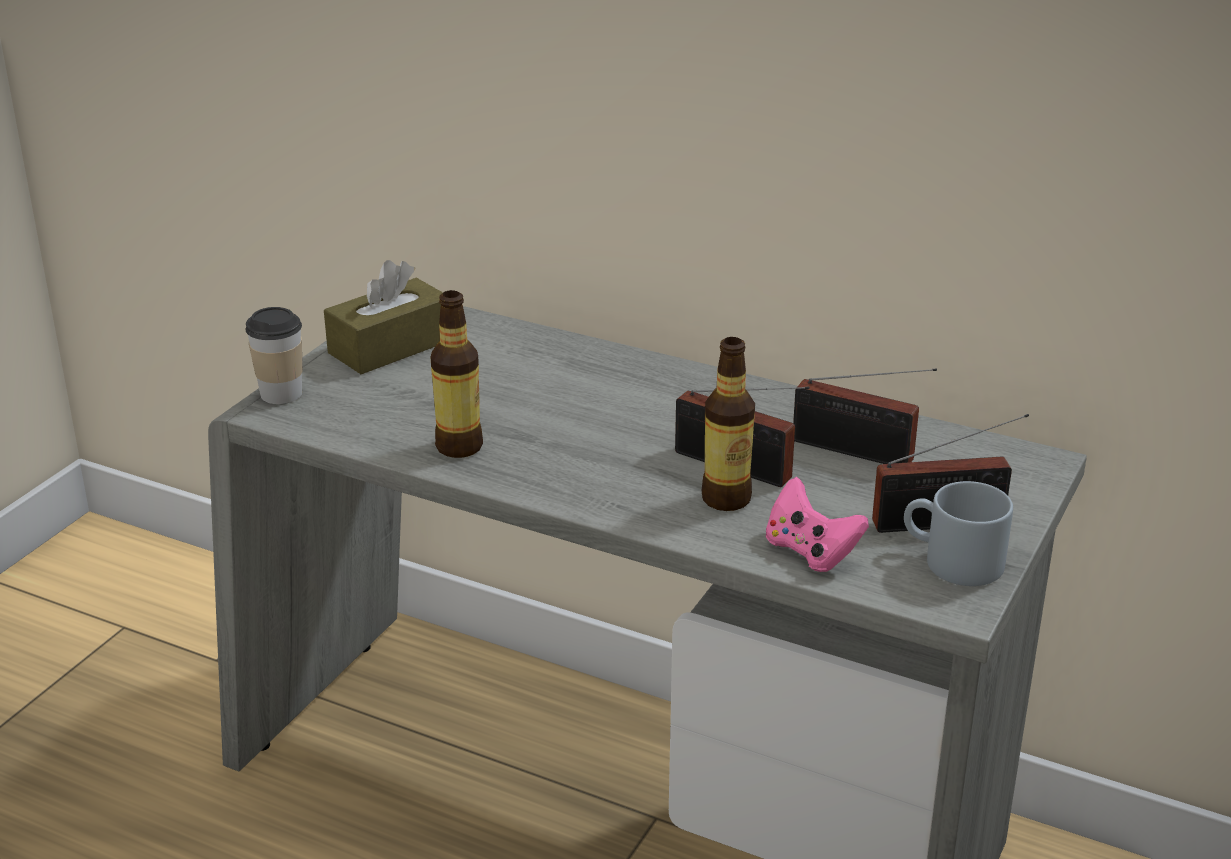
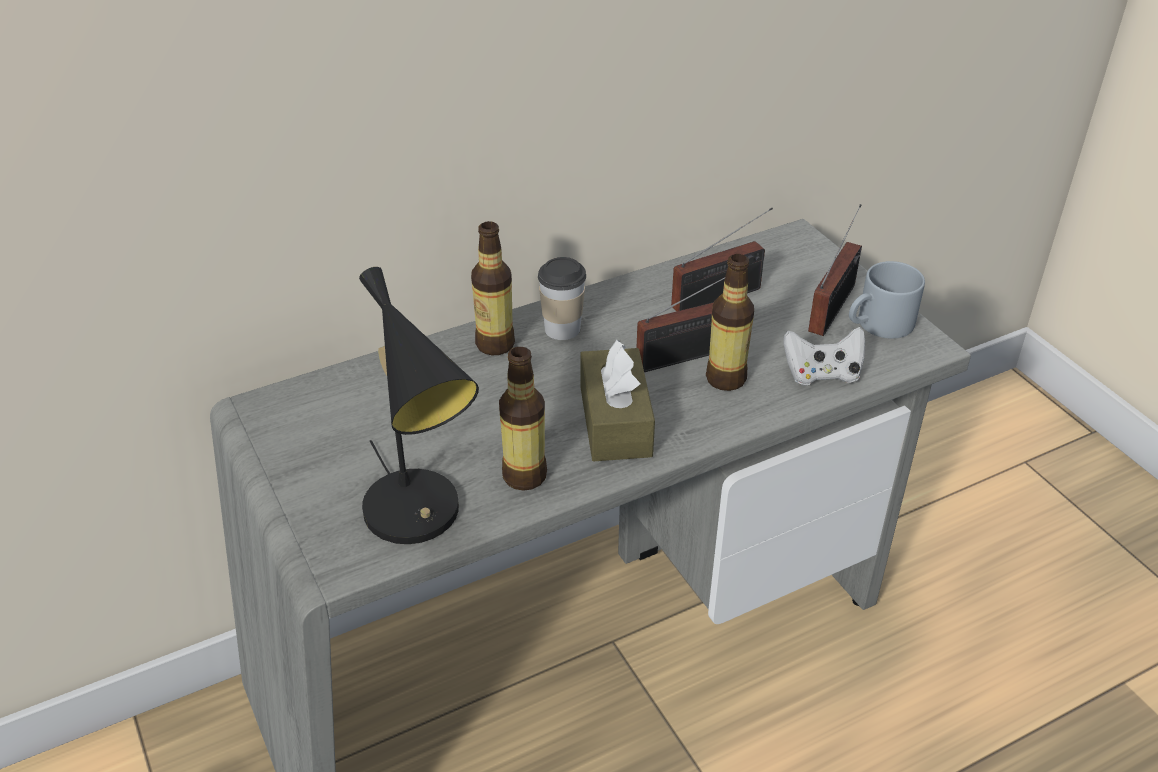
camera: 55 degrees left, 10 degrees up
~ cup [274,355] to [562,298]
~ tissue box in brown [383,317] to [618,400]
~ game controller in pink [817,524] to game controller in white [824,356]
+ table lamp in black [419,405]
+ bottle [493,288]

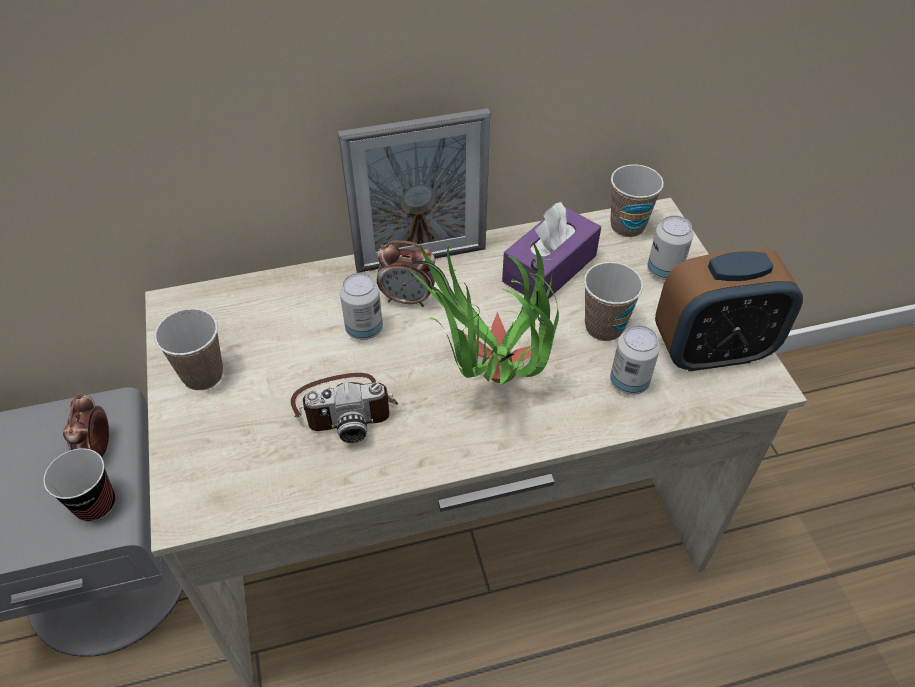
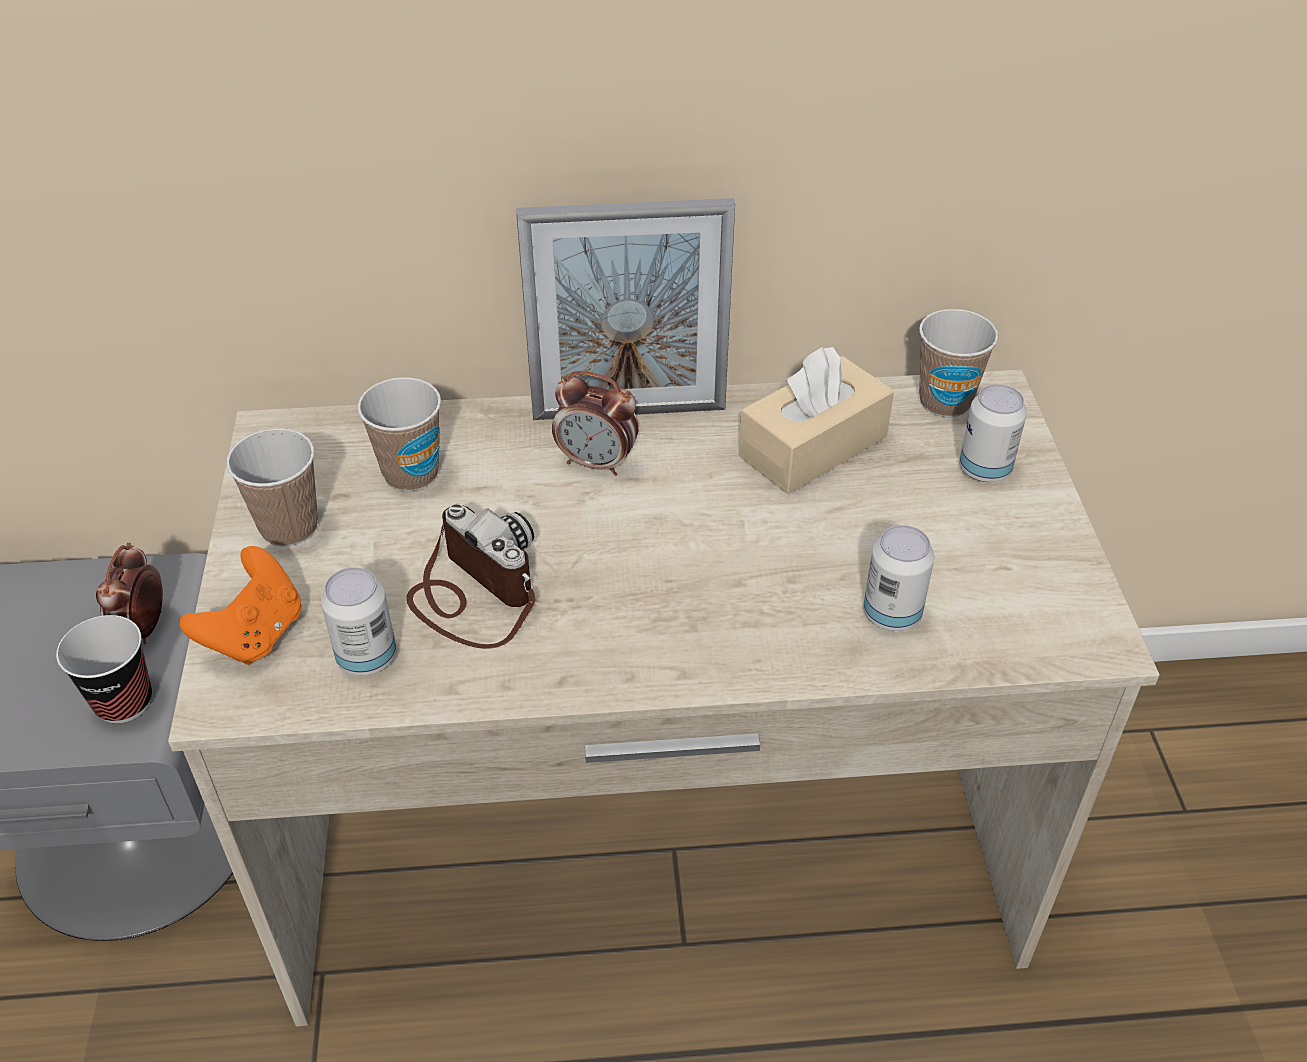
camera: 10 degrees right, 5 degrees down
~ photo camera [344,408] = [471,576] 135 degrees counterclockwise
~ can [361,306] to [358,621]
- potted plant [484,313]
~ tissue box in purple [551,250] to tissue box in beige [816,420]
~ cup [613,301] to [399,434]
- alarm clock [729,310]
+ game controller in orange [240,605]

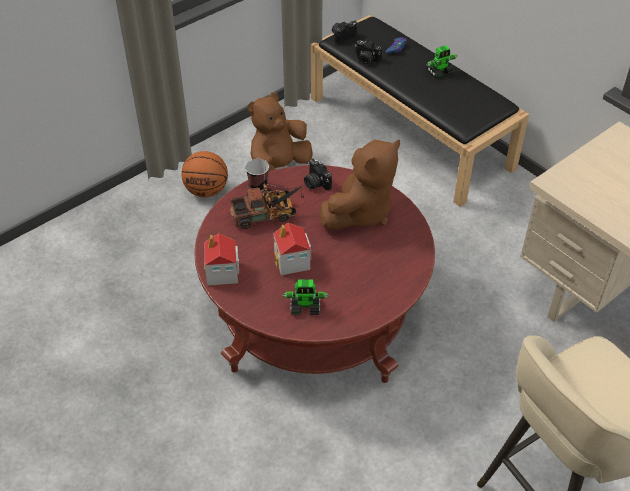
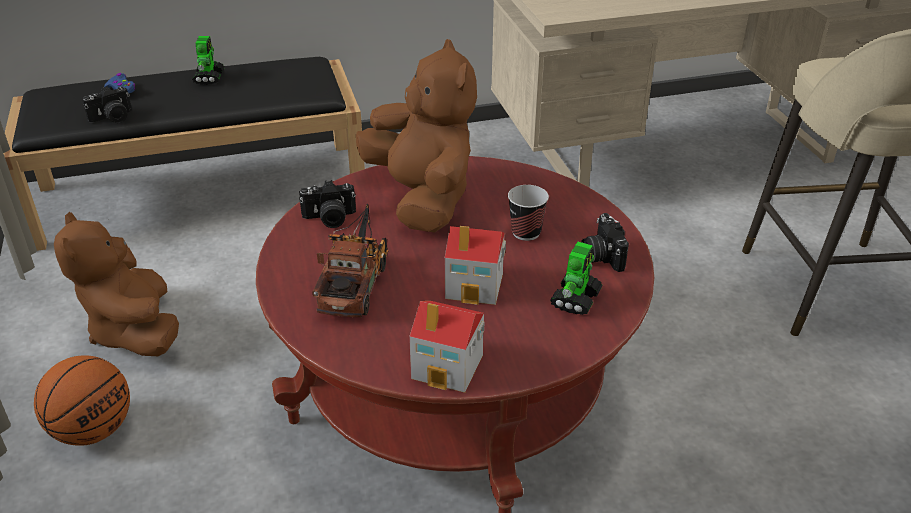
camera: 65 degrees left, 10 degrees down
~ cup [257,175] to [528,213]
~ photo camera [344,32] to [605,242]

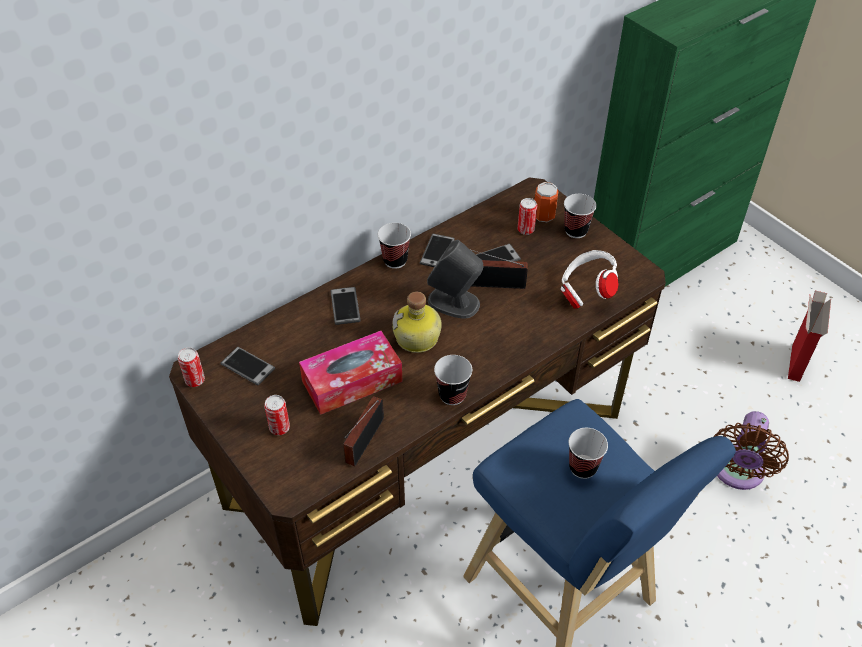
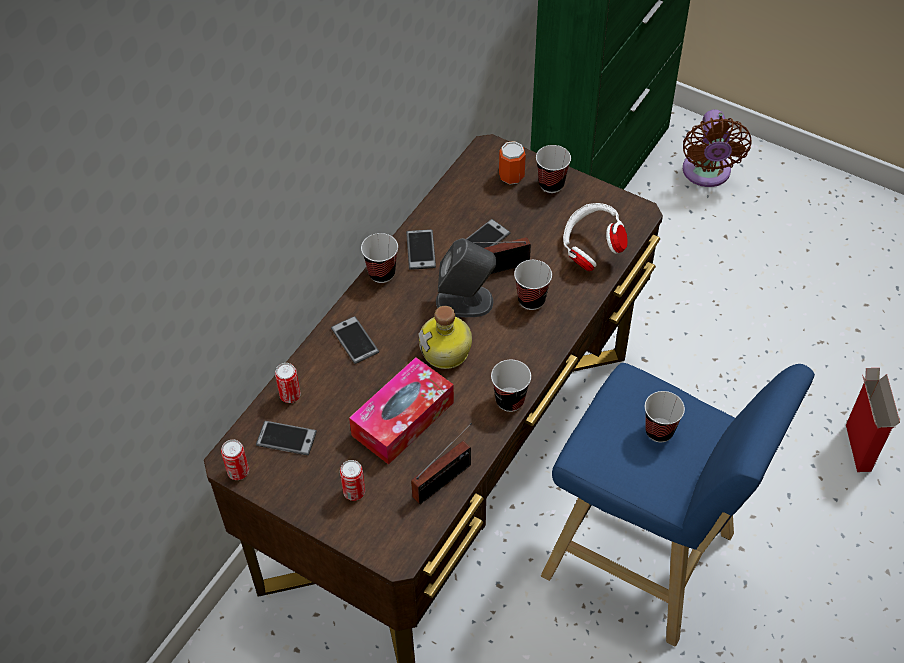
camera: 20 degrees left, 5 degrees up
~ radio [363,431] = [441,463] 135 degrees counterclockwise
~ can [527,216] to [288,383]
~ fan in brown [751,450] to [717,148]
~ cardboard box [809,336] to [873,420]
+ cup [533,285]

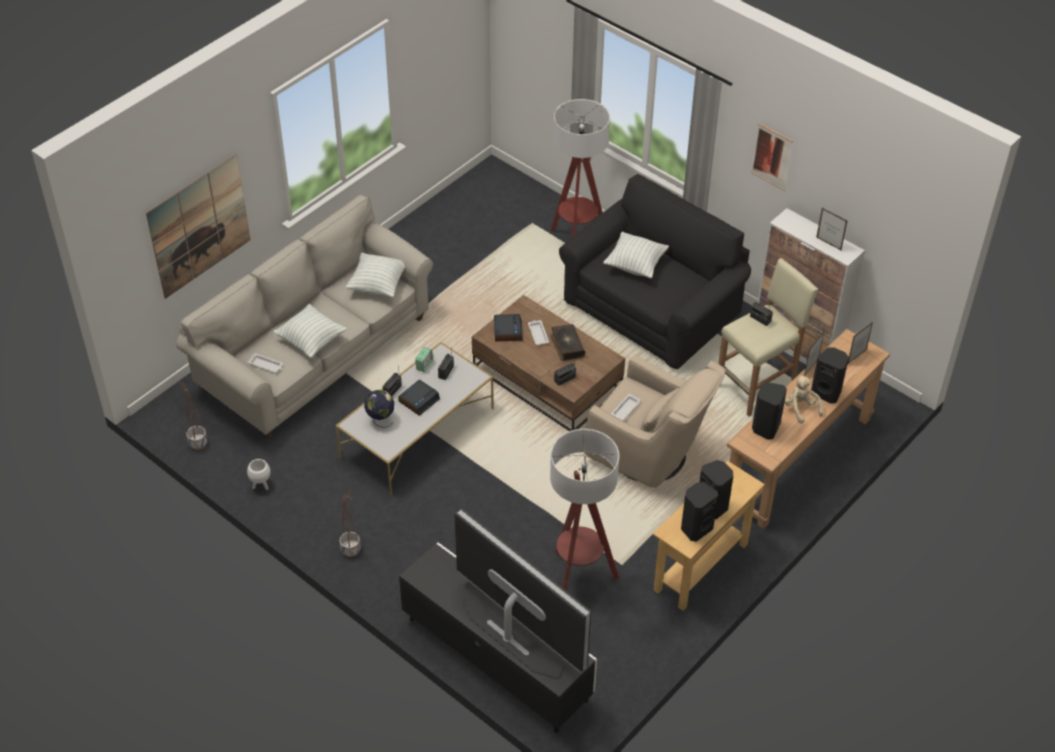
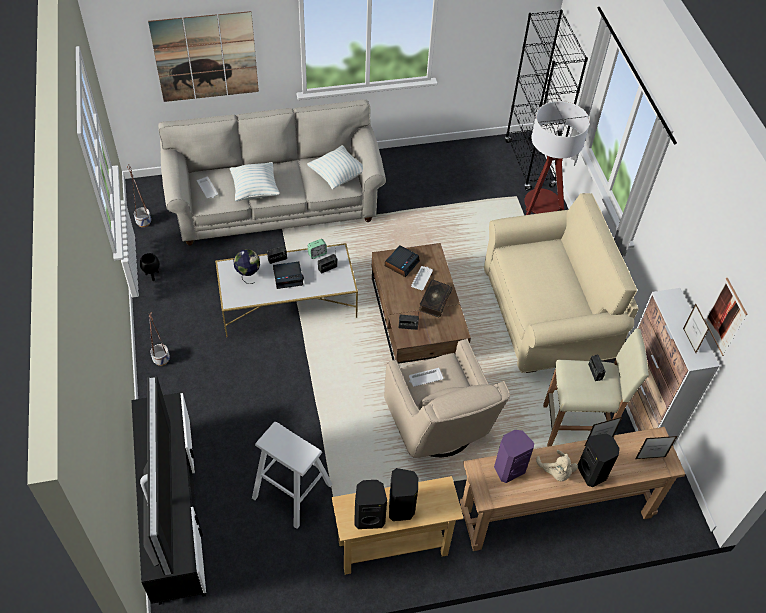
camera: 35 degrees right, 5 degrees up
~ planter in white [259,474] to planter in black [150,267]
~ floor lamp [584,510] to stool in white [292,475]
~ sofa in black [655,272] to sofa in beige [561,283]
- pillow [636,255]
~ picture [772,157] to [726,317]
~ speaker in black [769,411] to speaker in purple [514,456]
~ plush toy in beige [803,399] = [557,465] 150 degrees clockwise
+ bookcase in black [546,100]

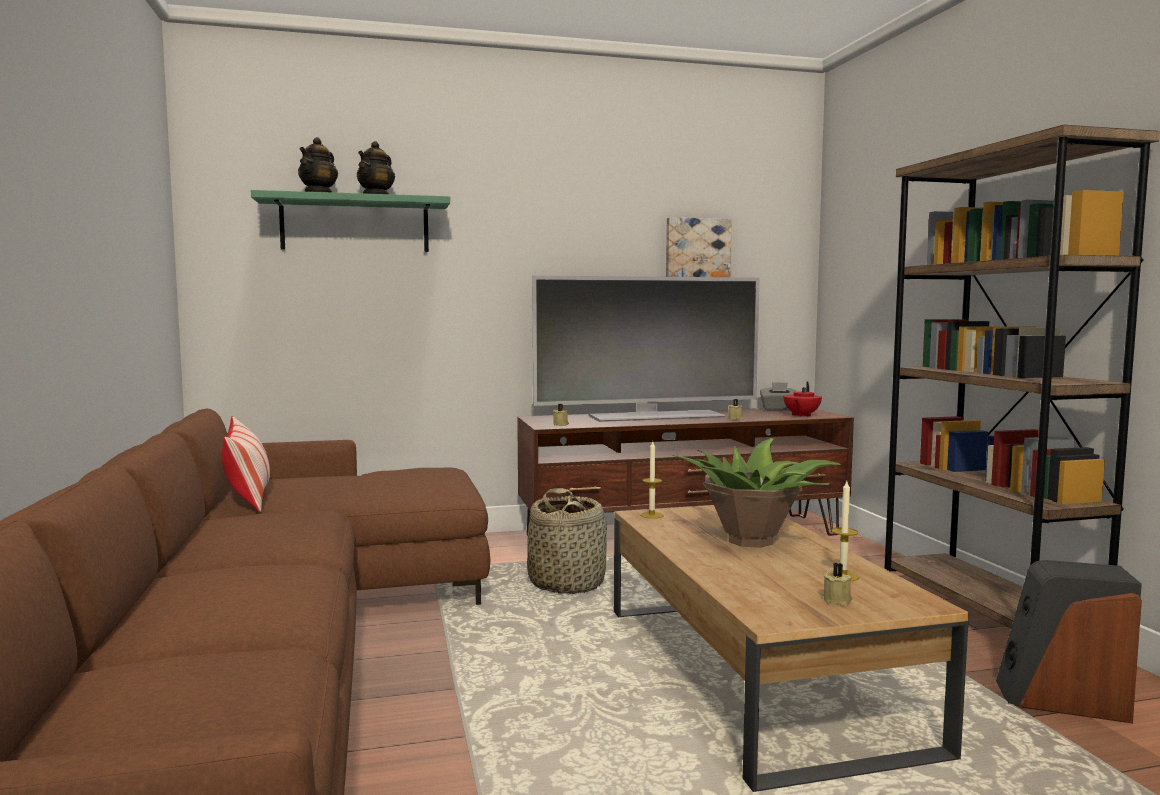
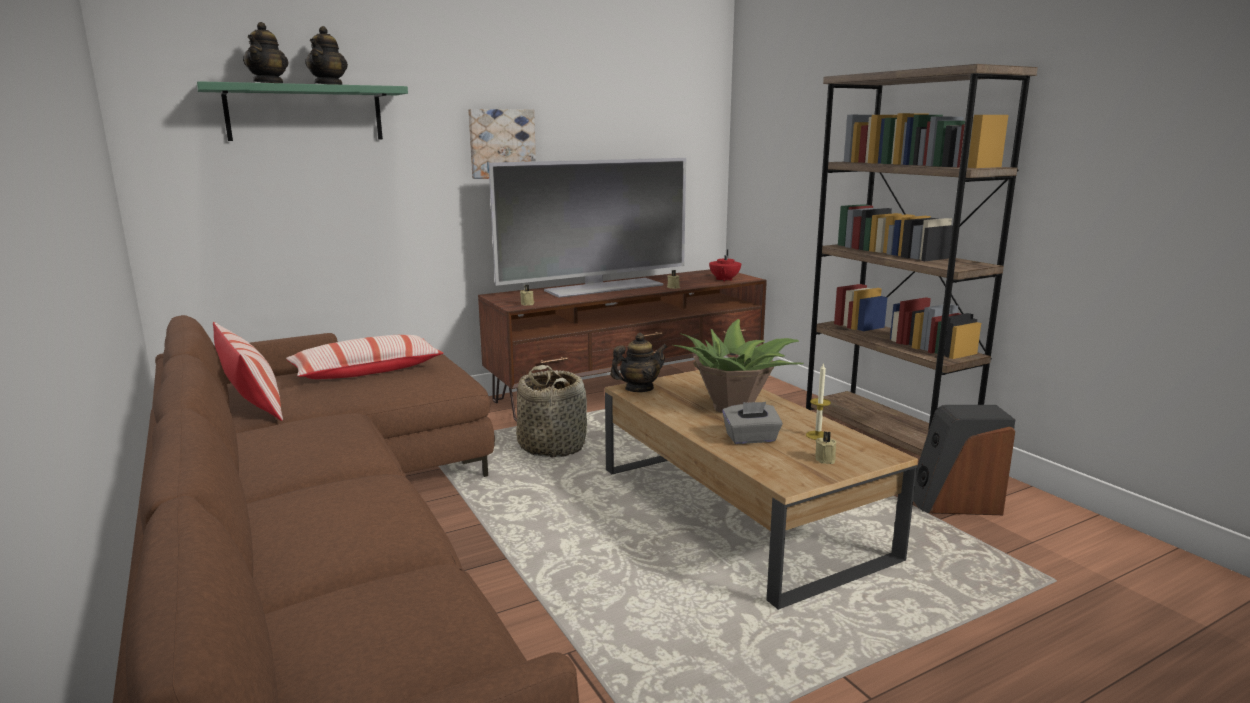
camera: 15 degrees left, 10 degrees up
~ candle [652,480] to teapot [638,362]
~ picture [699,247] to [502,144]
~ tissue box in grey [778,396] to [752,423]
+ pillow [364,357]

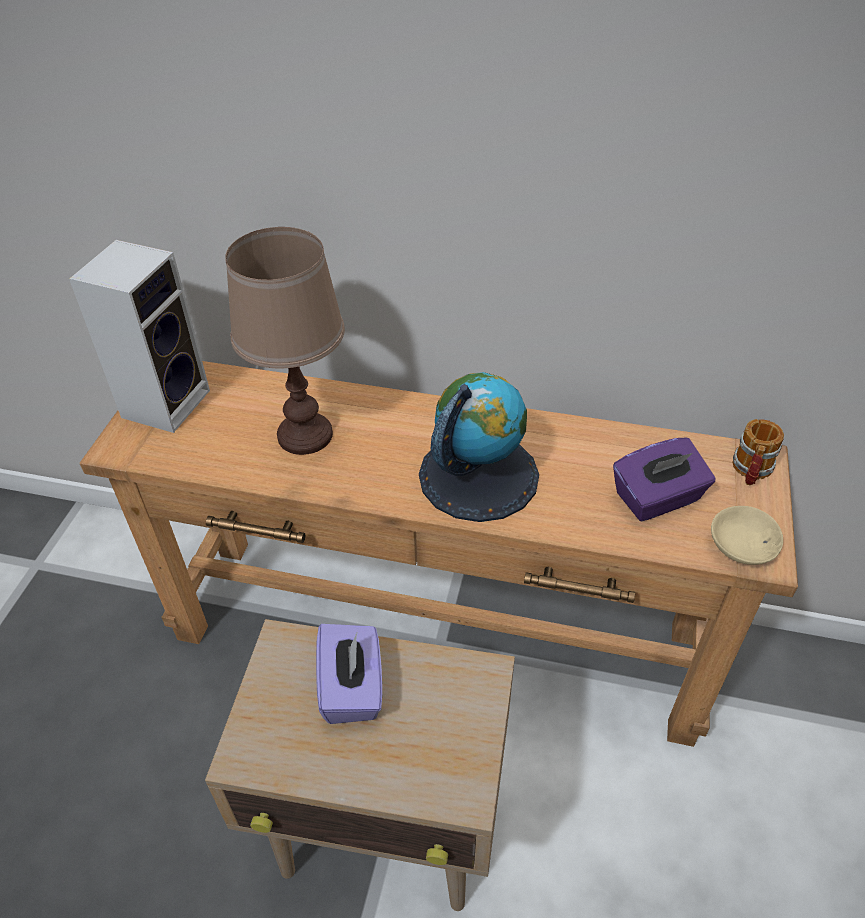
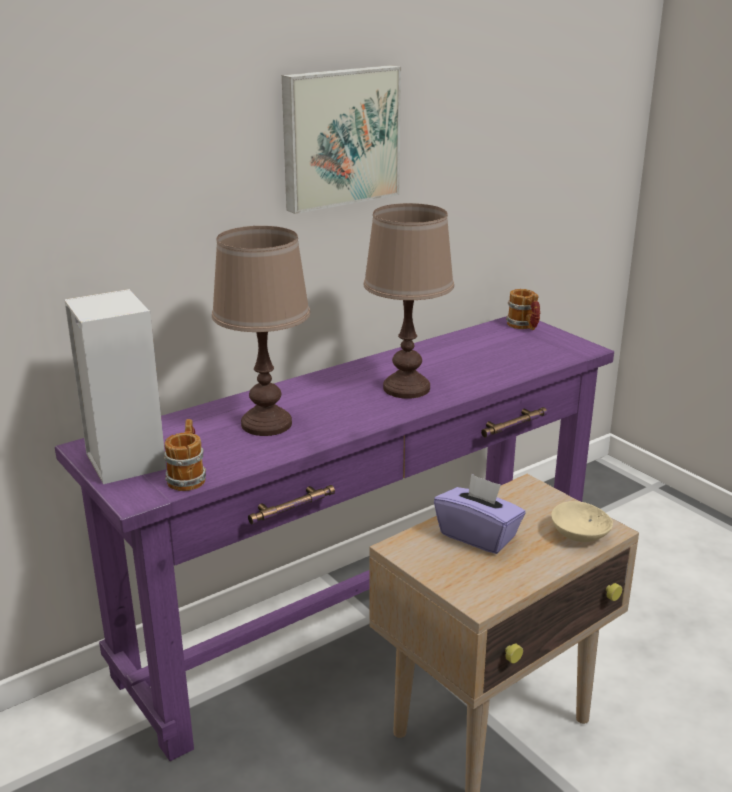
camera: 50 degrees left, 20 degrees down
~ console table in brown [439,554] to console table in purple [334,538]
~ globe [479,447] to table lamp in brown [409,301]
- tissue box in purple [664,479]
~ bowl in beige [747,535] to [582,521]
+ mug [185,455]
+ picture [341,139]

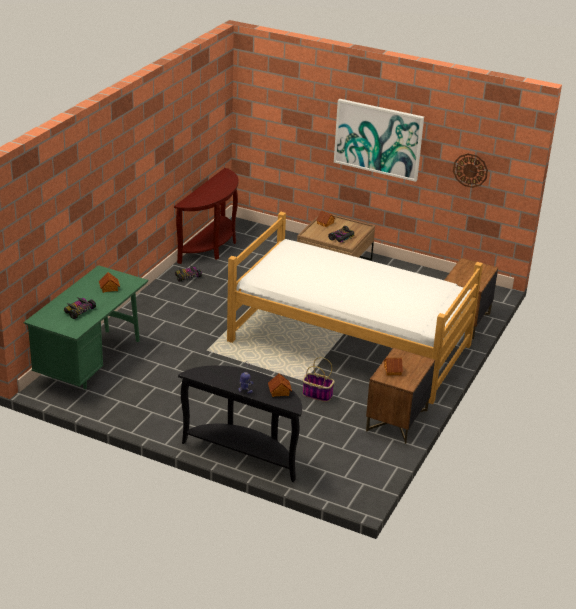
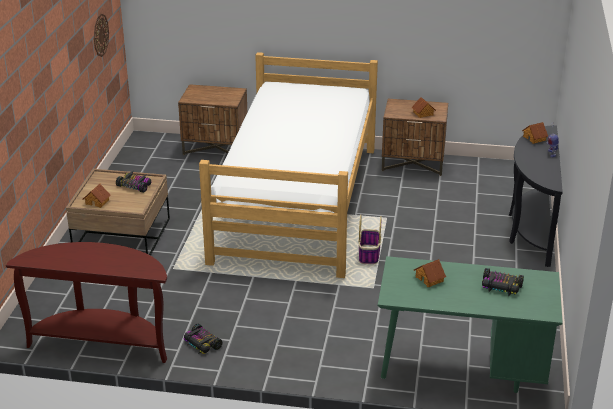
camera: 105 degrees left, 0 degrees up
~ basket [319,379] to [370,239]
- picture [379,140]

